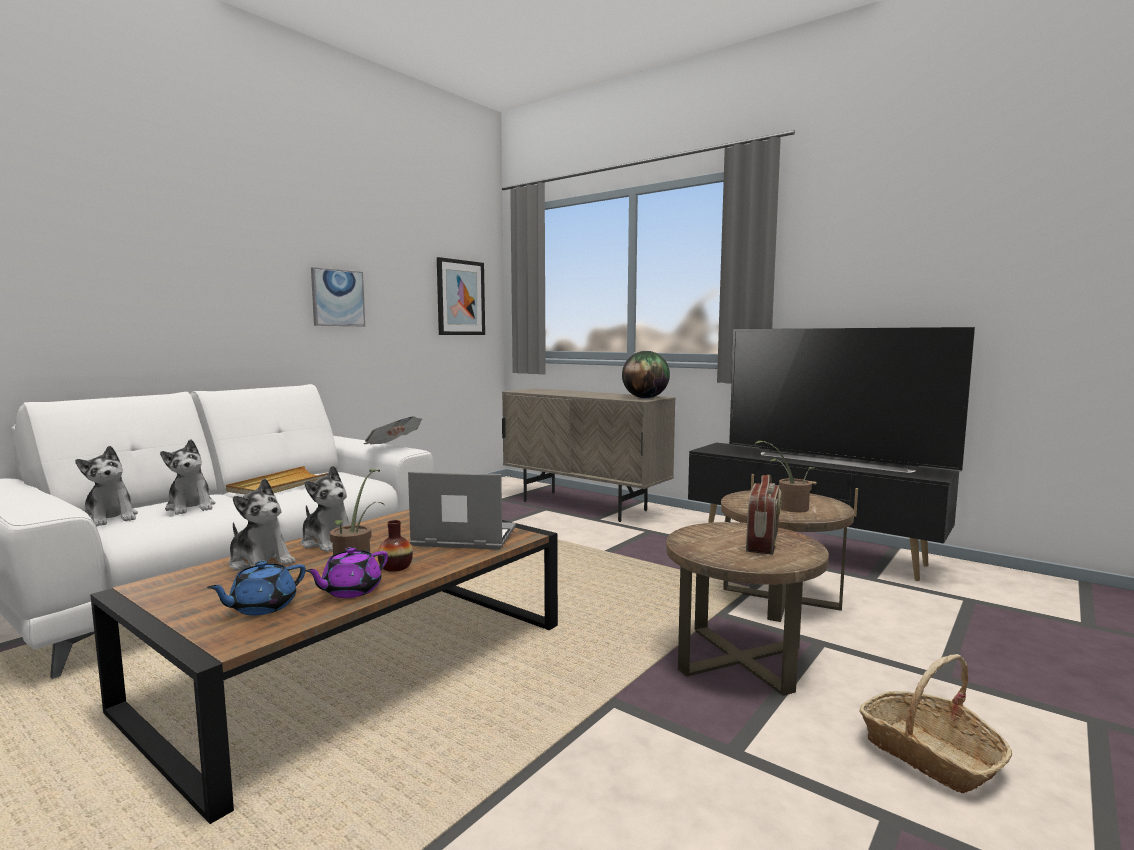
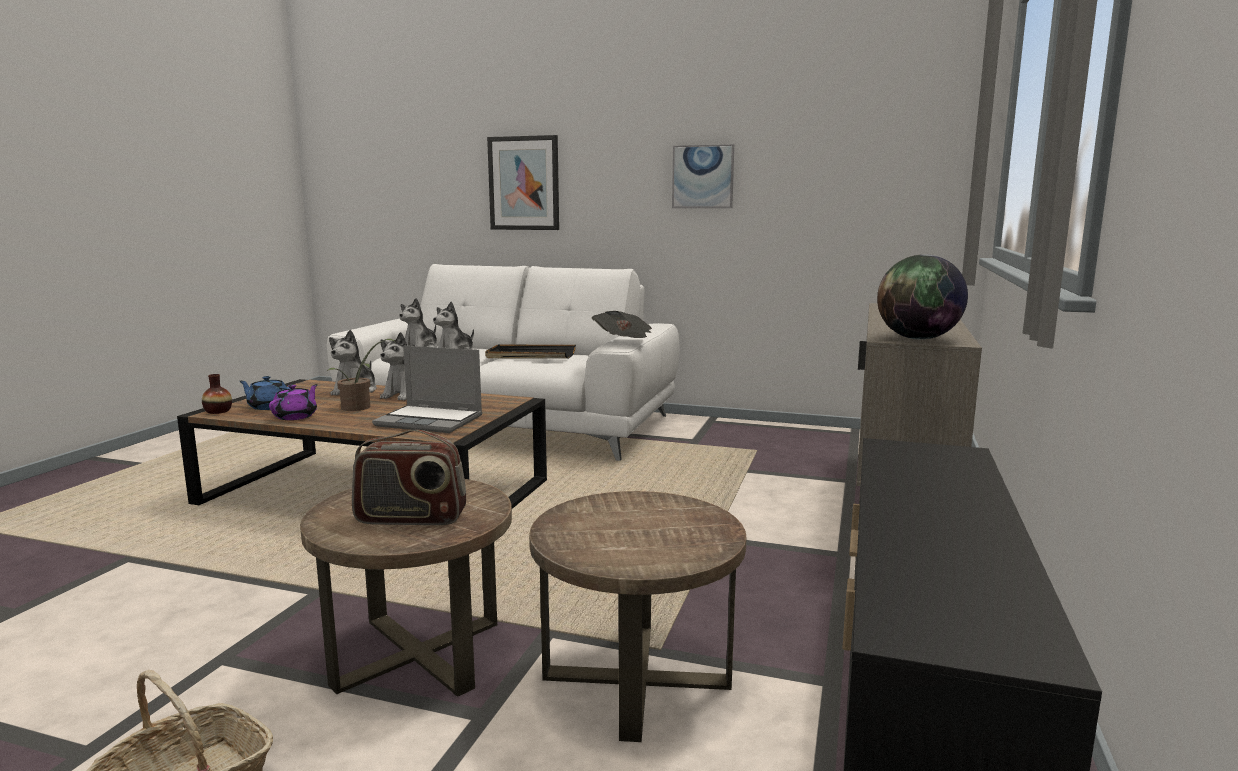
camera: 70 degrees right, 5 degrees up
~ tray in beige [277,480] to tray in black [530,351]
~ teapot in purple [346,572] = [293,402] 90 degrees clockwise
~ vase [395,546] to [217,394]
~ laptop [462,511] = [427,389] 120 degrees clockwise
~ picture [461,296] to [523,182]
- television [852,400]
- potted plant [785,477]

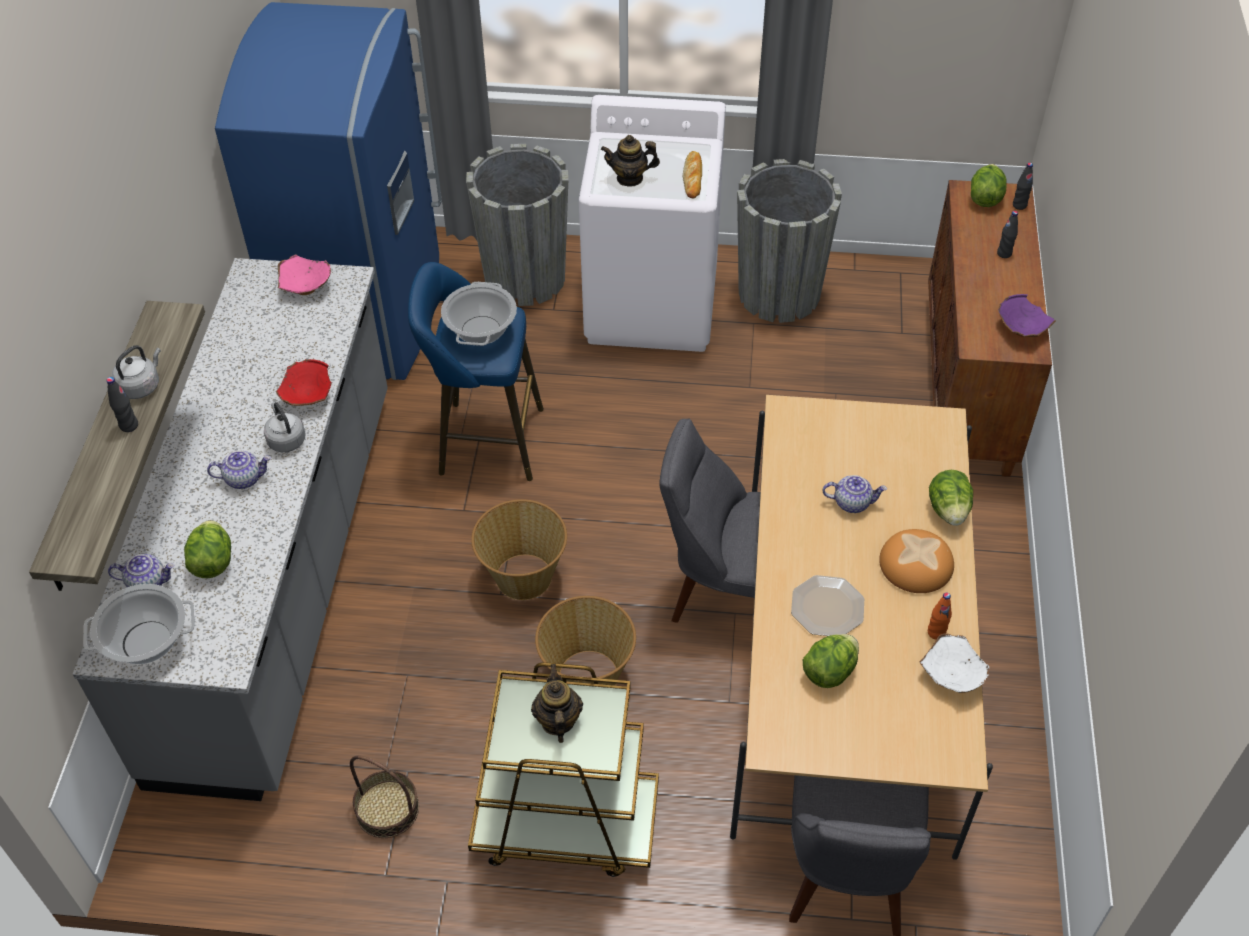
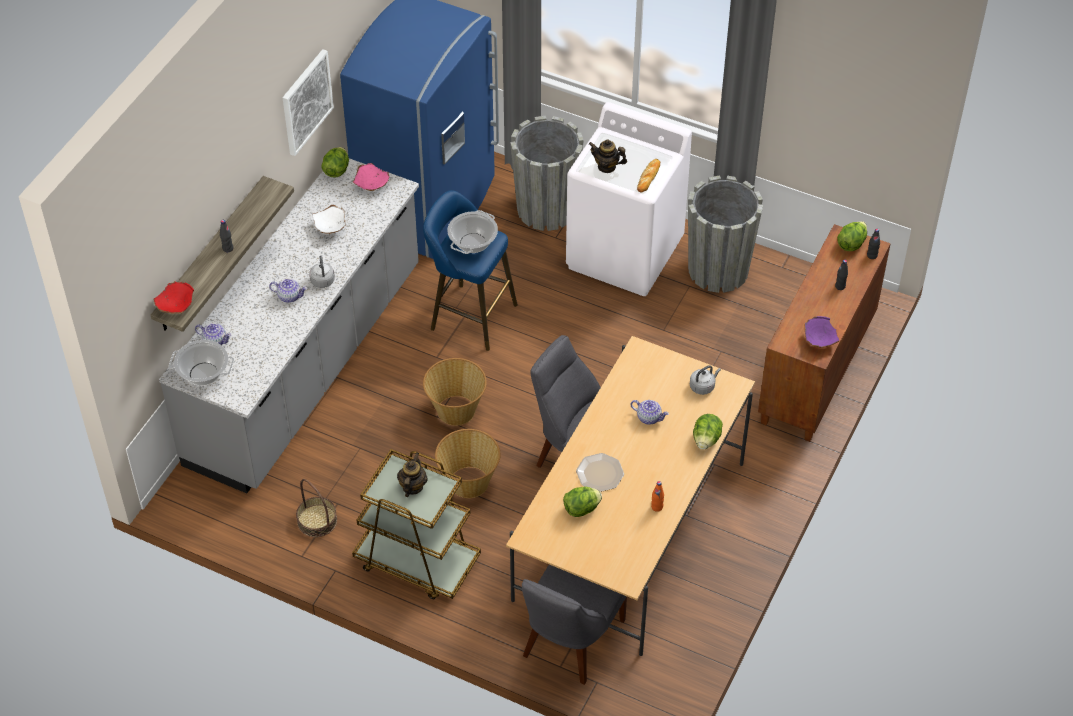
camera: 20 degrees right, 0 degrees up
~ kettle in grey [136,372] to [705,380]
~ lettuce [207,549] to [335,162]
~ bowl in red [303,382] to [174,297]
- bread [916,561]
~ bowl in white [954,663] to [328,219]
+ picture [308,102]

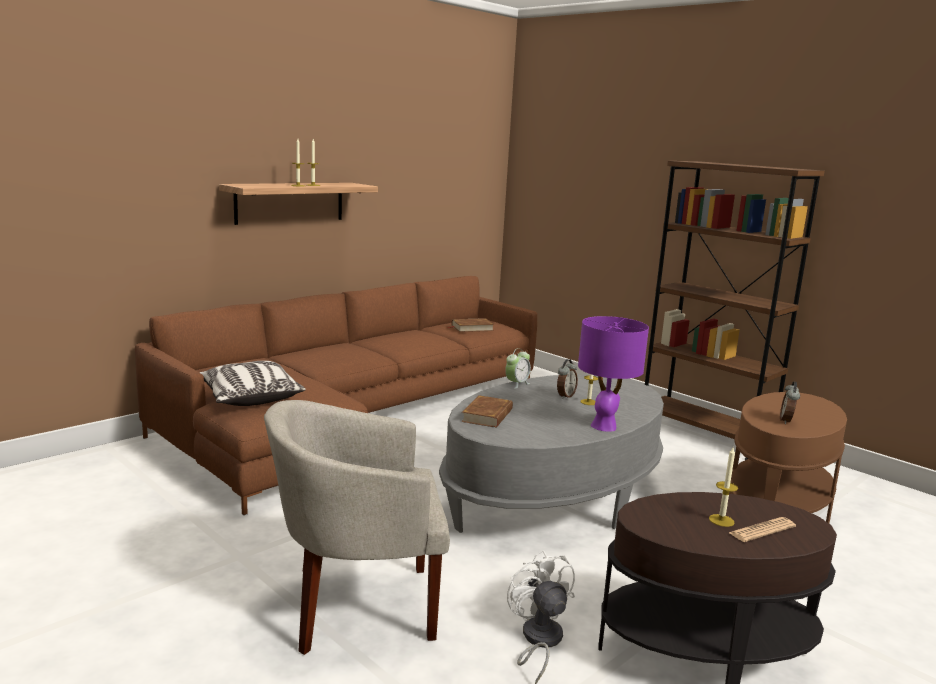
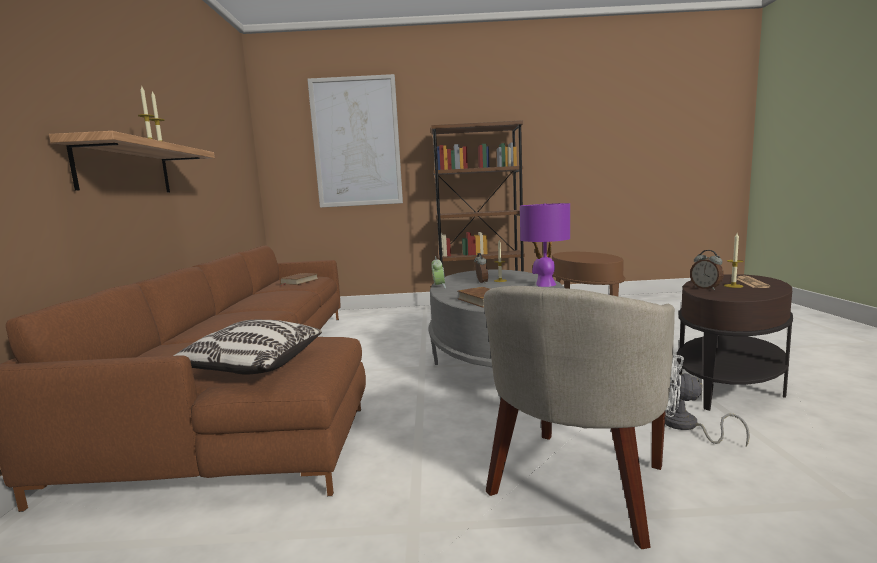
camera: 45 degrees left, 5 degrees down
~ alarm clock [790,402] to [707,270]
+ picture [355,141]

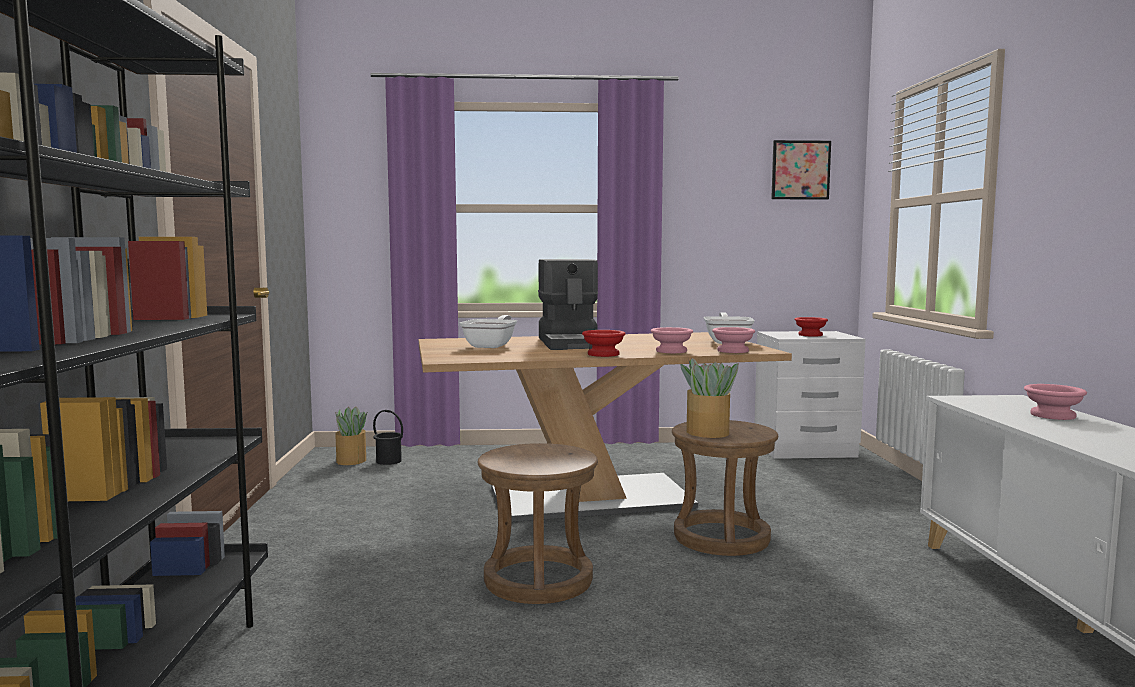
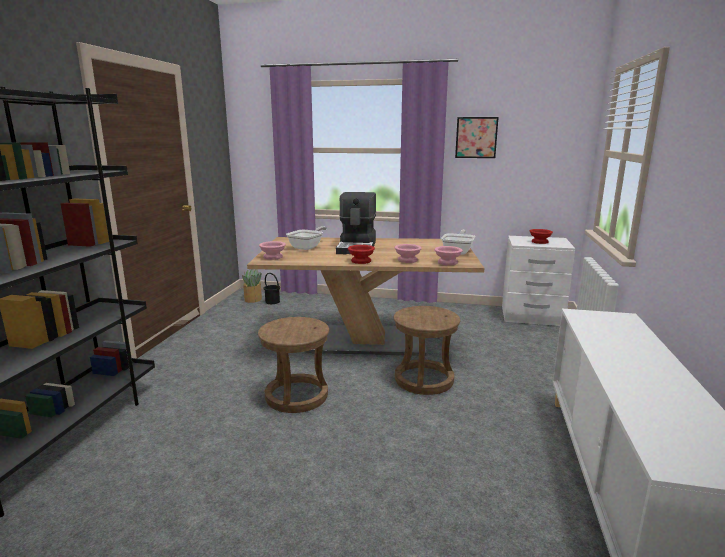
camera: 15 degrees right, 10 degrees up
- potted plant [709,398]
~ picture [801,170] to [477,137]
~ bowl in pink [1055,402] to [272,250]

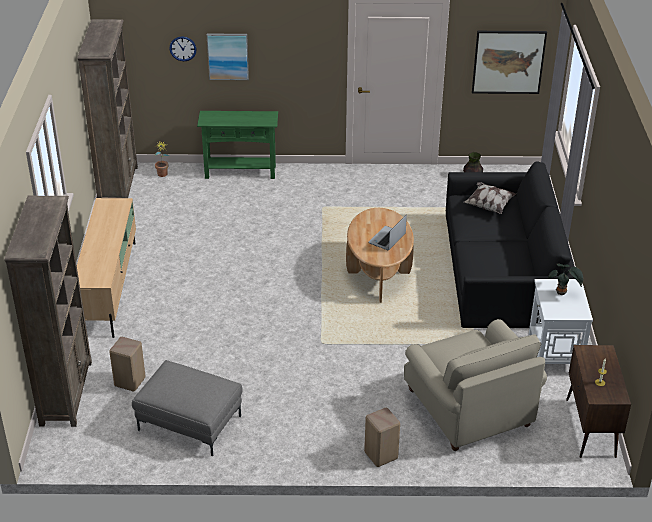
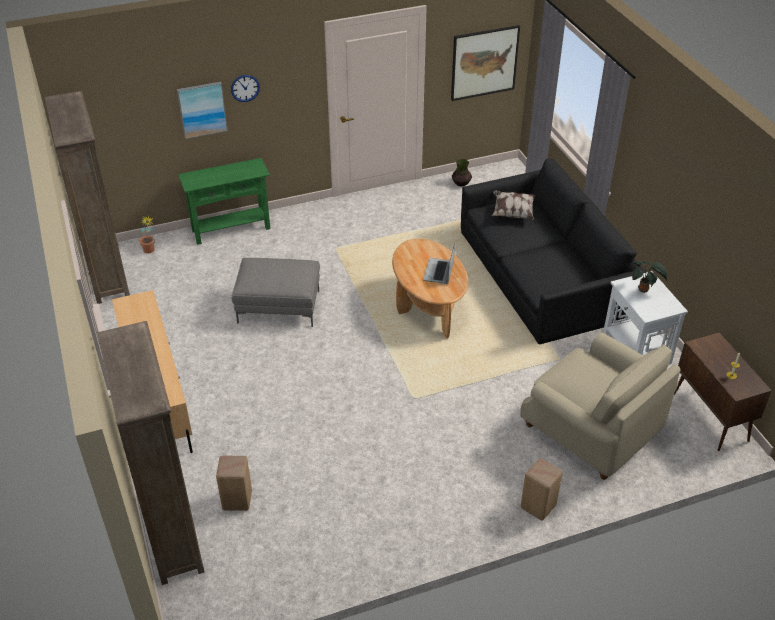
camera: 20 degrees left, 5 degrees up
~ ottoman in grey [187,408] to [276,292]
~ wall clock [183,49] to [245,88]

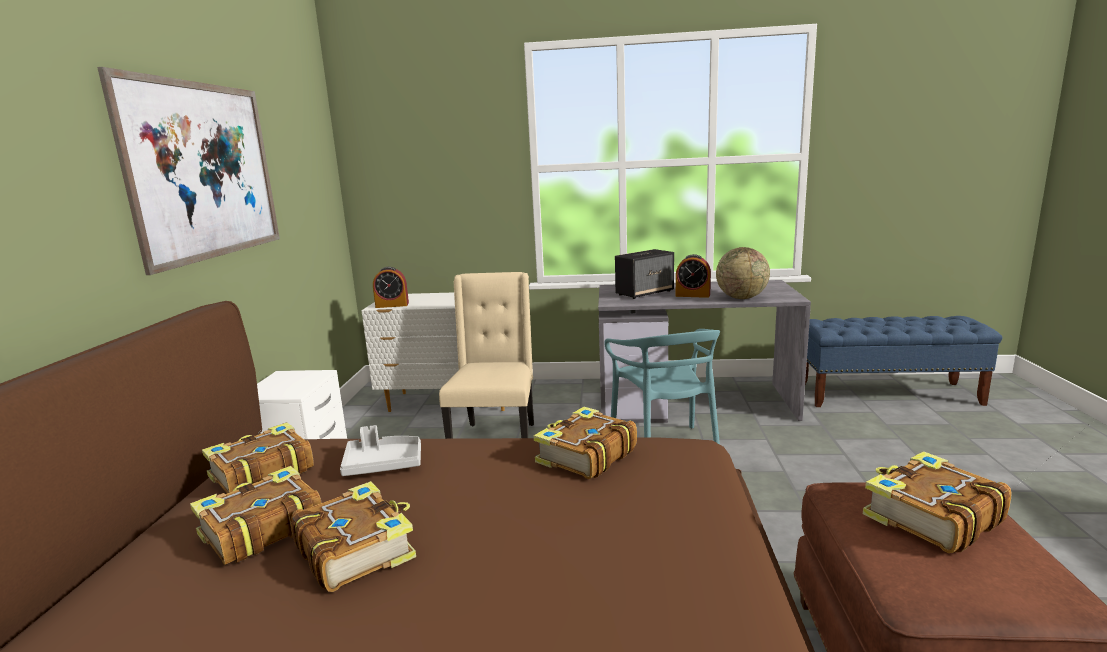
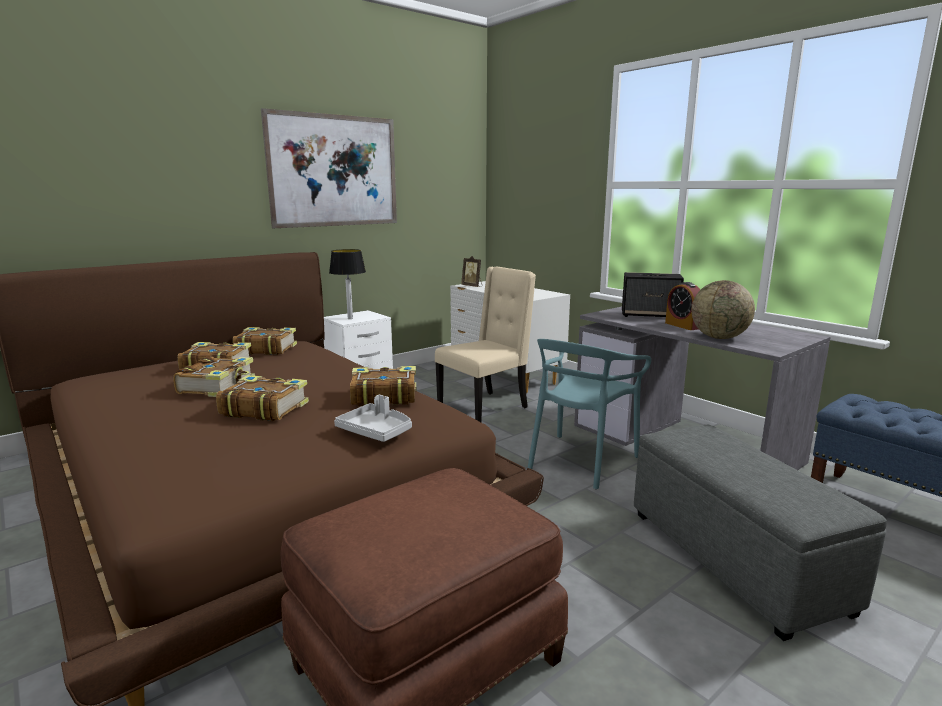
camera: 45 degrees right, 0 degrees up
~ tray in grey [380,450] to [373,418]
~ alarm clock [391,287] to picture frame [471,271]
~ book [937,502] to [262,398]
+ table lamp [347,284]
+ ottoman in grey [760,533]

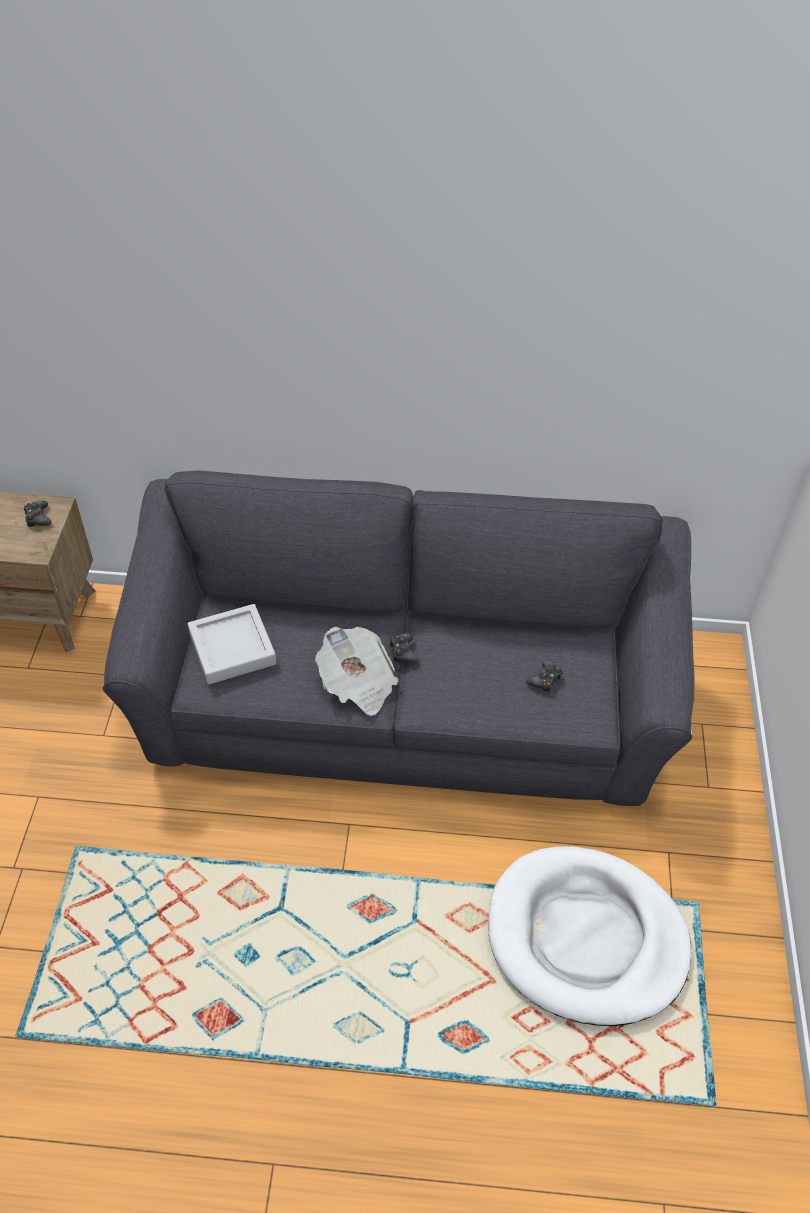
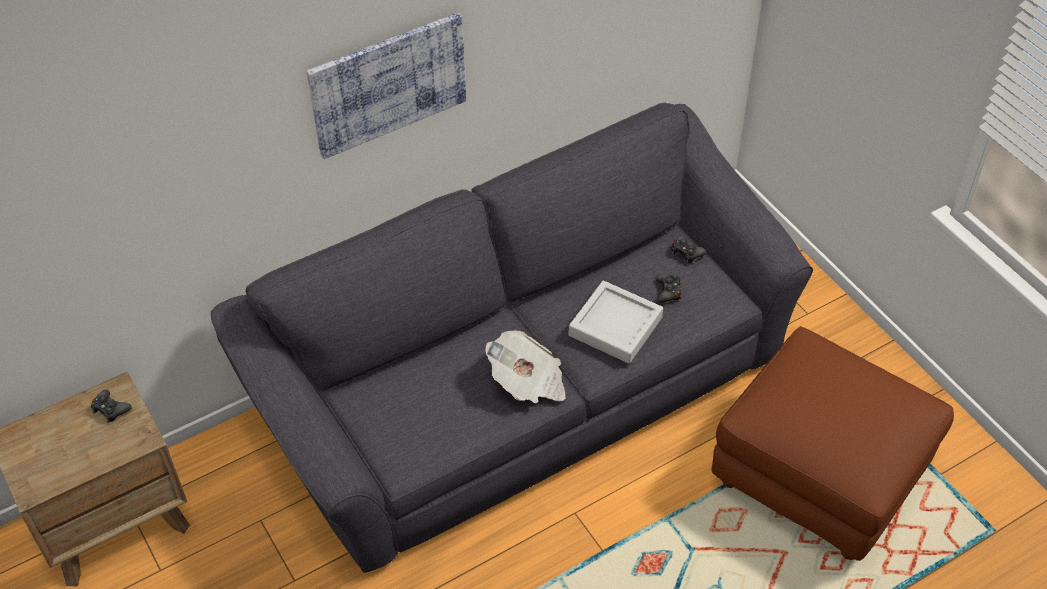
camera: 35 degrees left, 0 degrees up
~ tray in grey [232,644] to [616,322]
~ game controller in black [404,648] to [688,249]
~ dog bed in white [589,936] to ottoman in brown [832,443]
+ picture [386,86]

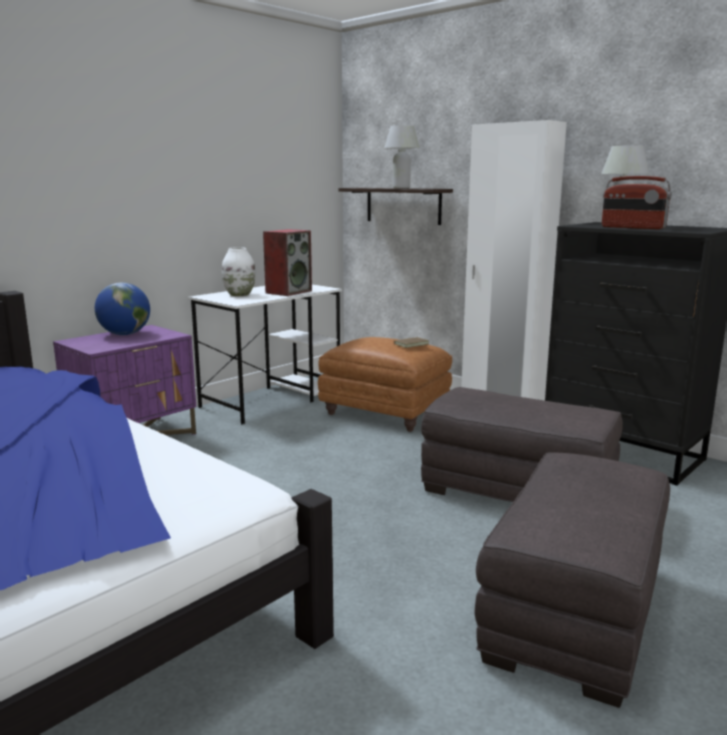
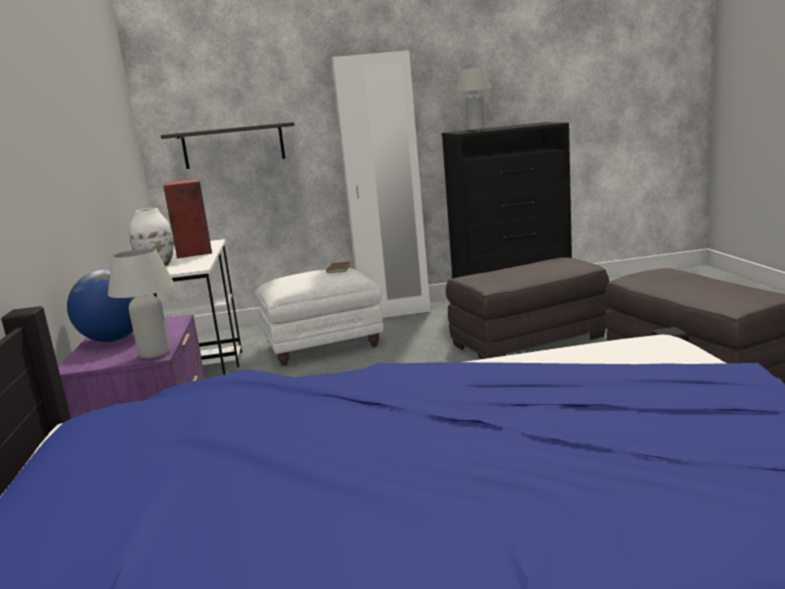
camera: 50 degrees left, 0 degrees up
~ ottoman in brown [385,384] to ottoman in white [319,317]
~ table lamp in white [402,156] to [141,303]
- radio [637,202]

